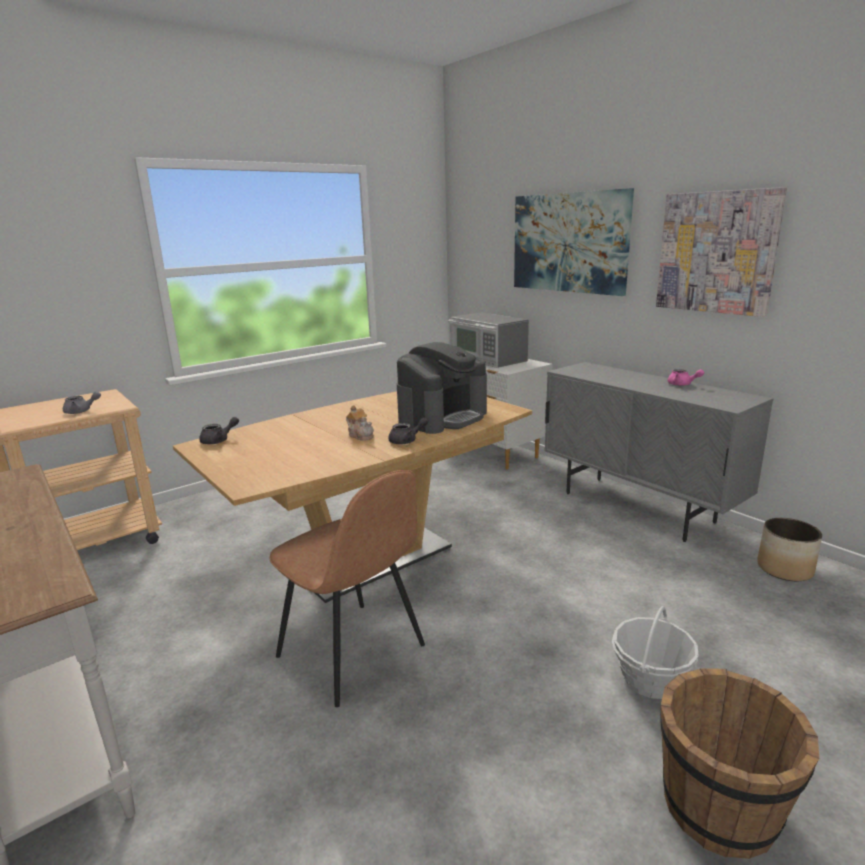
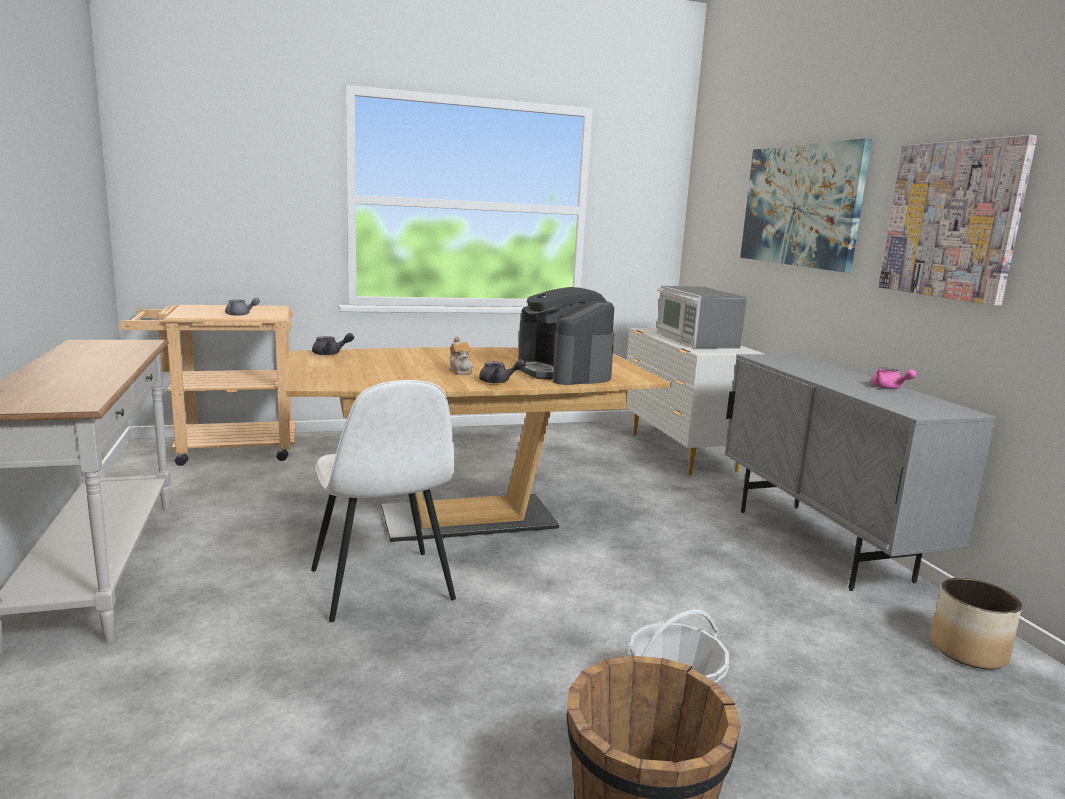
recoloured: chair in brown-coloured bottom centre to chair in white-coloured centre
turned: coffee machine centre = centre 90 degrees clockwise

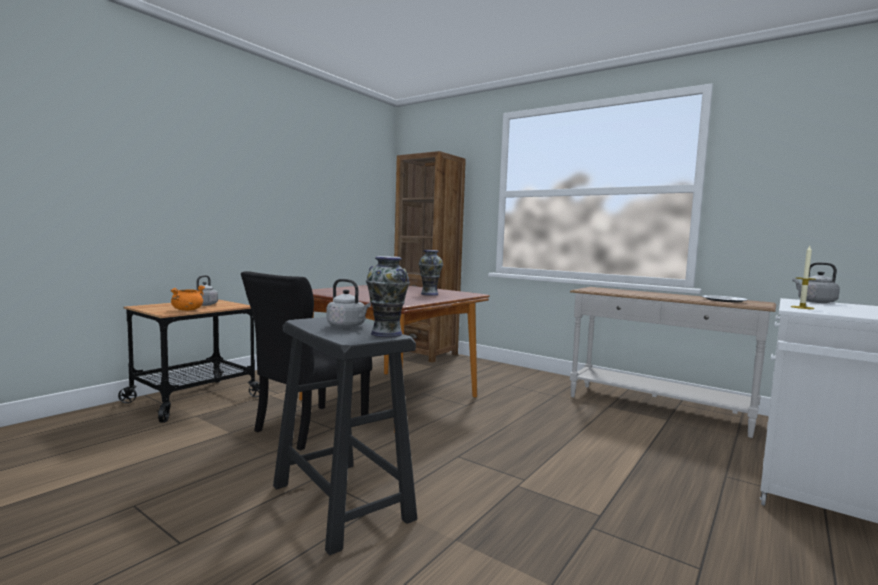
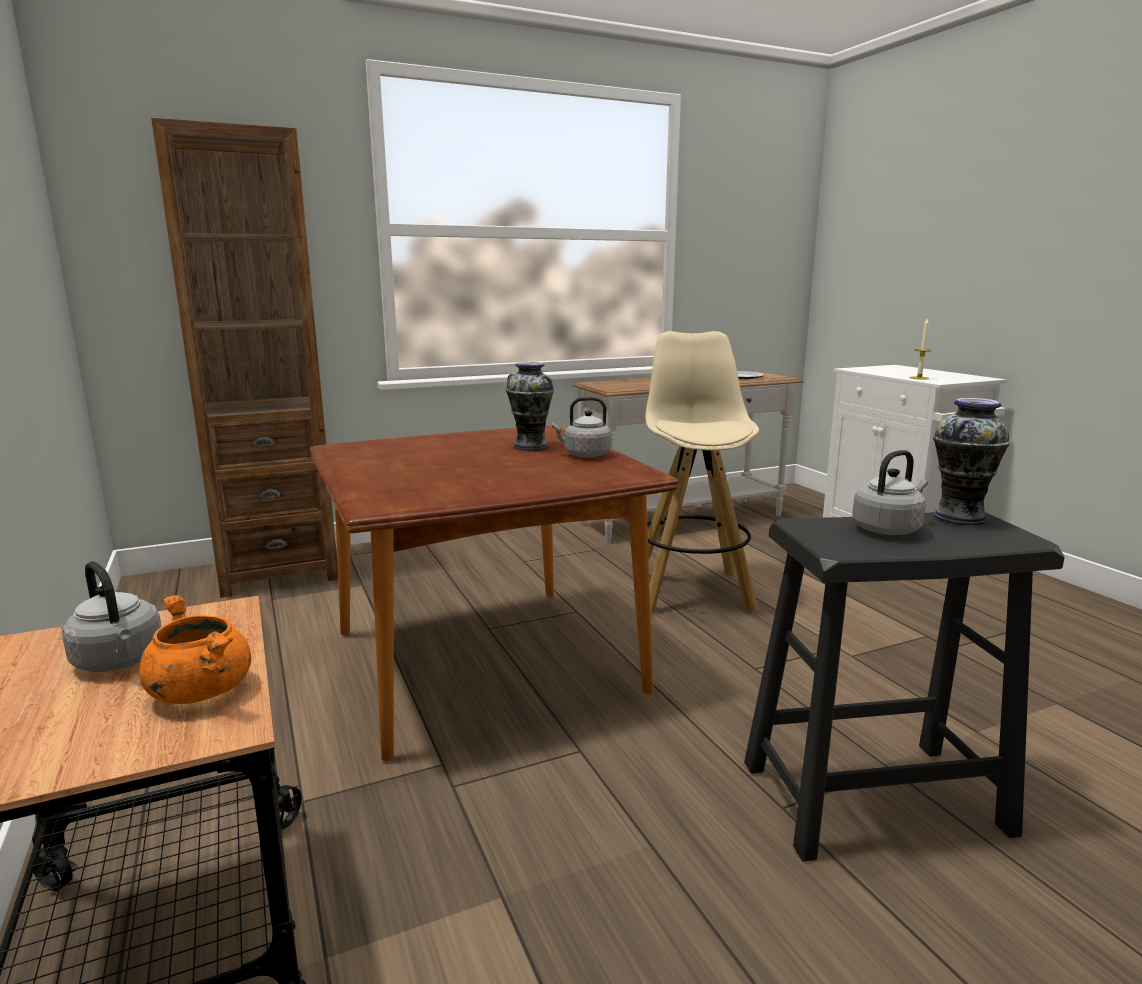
removed: chair in blackish centre
added: stool in sand-coloured centre
moved: water kettle in greyish (3rd from left in the first image) middle right to water kettle in greyish (2nd from left) centre

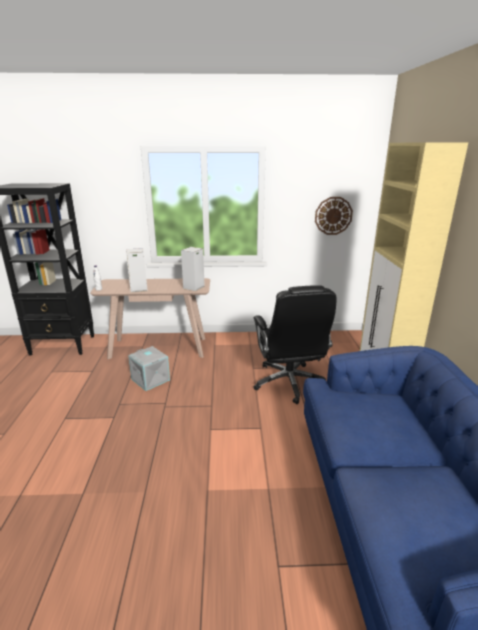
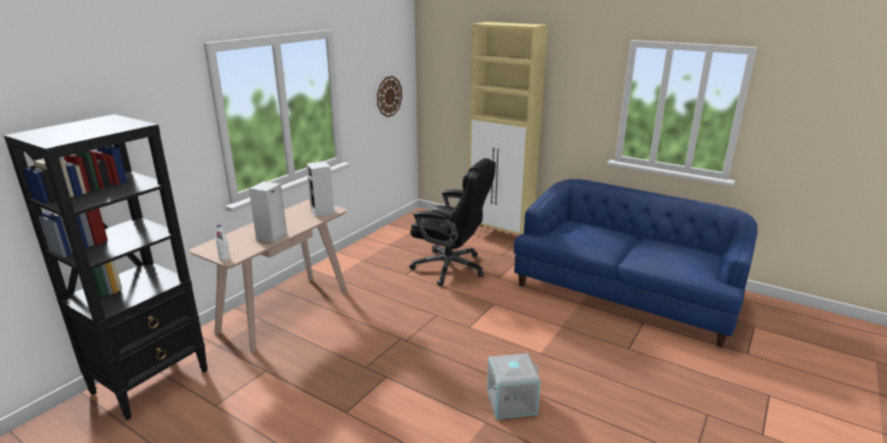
moved: storage bin in greyish middle left to bottom centre

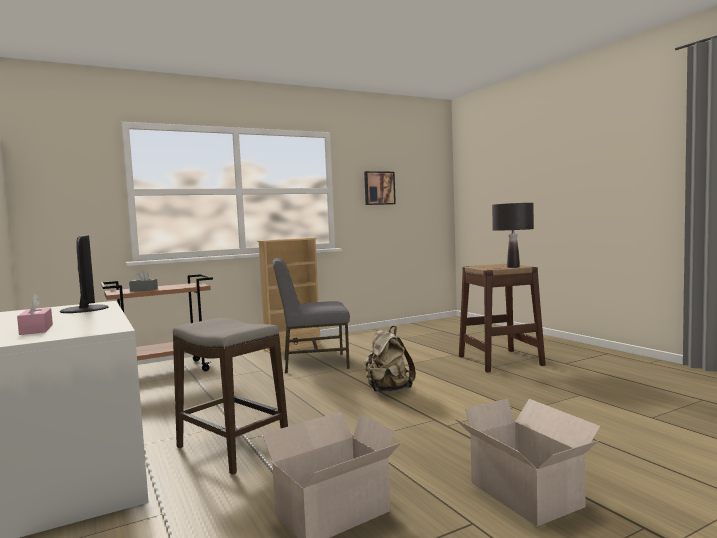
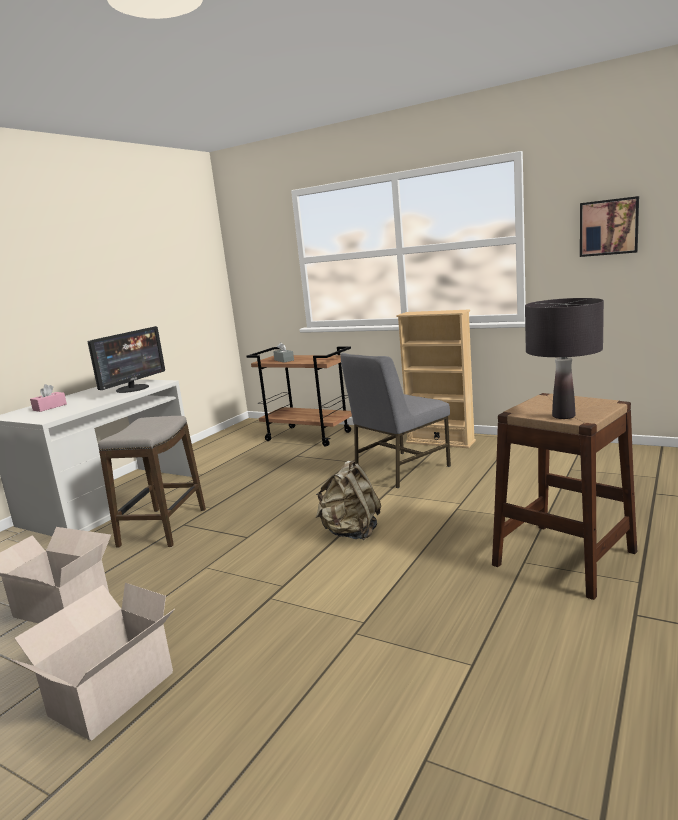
turned: chair in greyish centre = centre 90 degrees counterclockwise

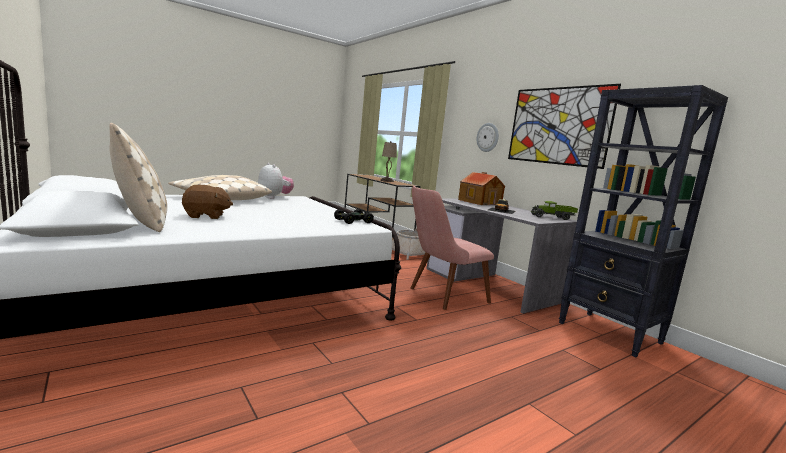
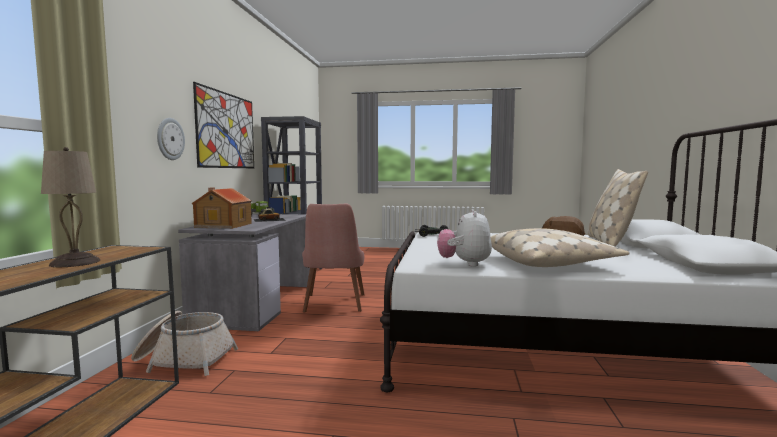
turned: chair in pink centre = centre 75 degrees clockwise

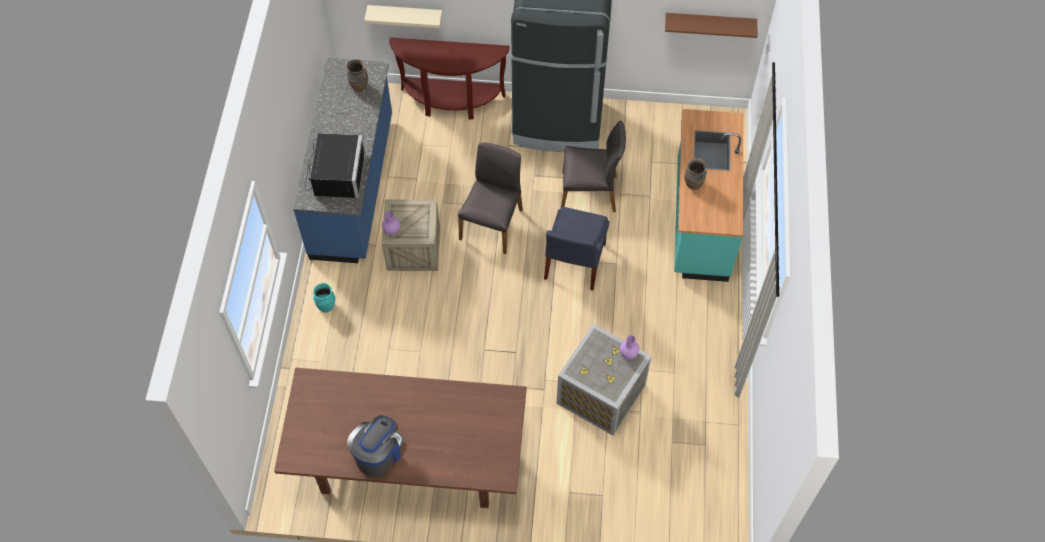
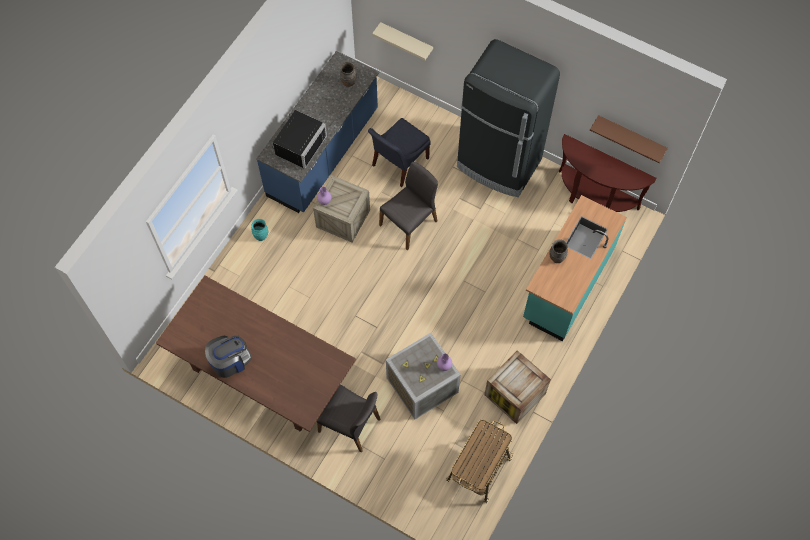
added: cart bottom centre; crate (3rd from left) bottom centre
moved: chair in greyish (2nd from left in the first image) top centre to chair in greyish (1st from left) bottom centre; chair in blue centre to top centre; console table in brown-coloured top centre to top right

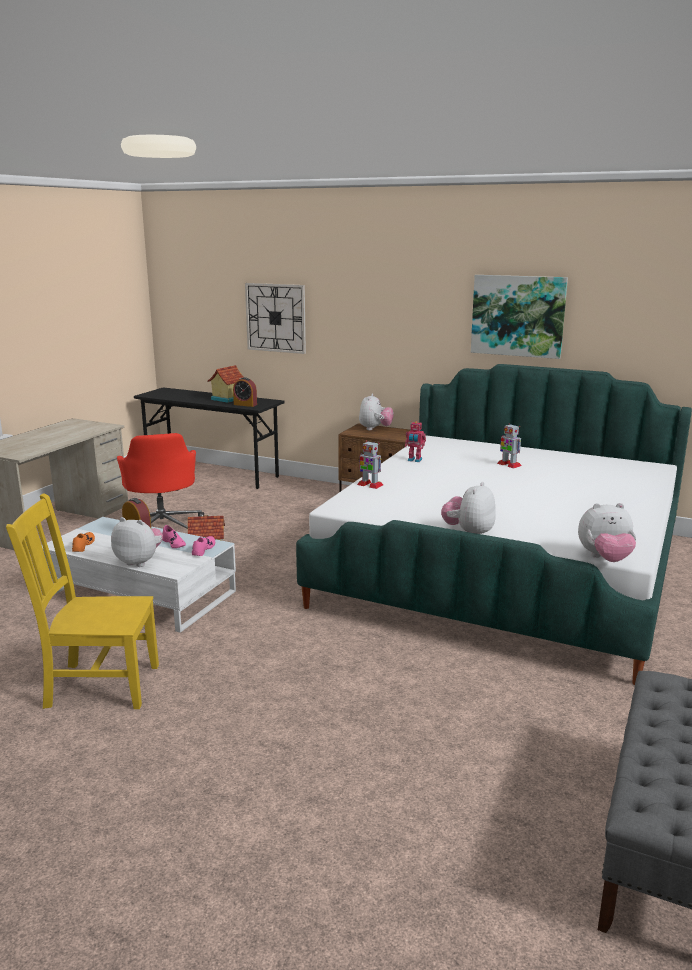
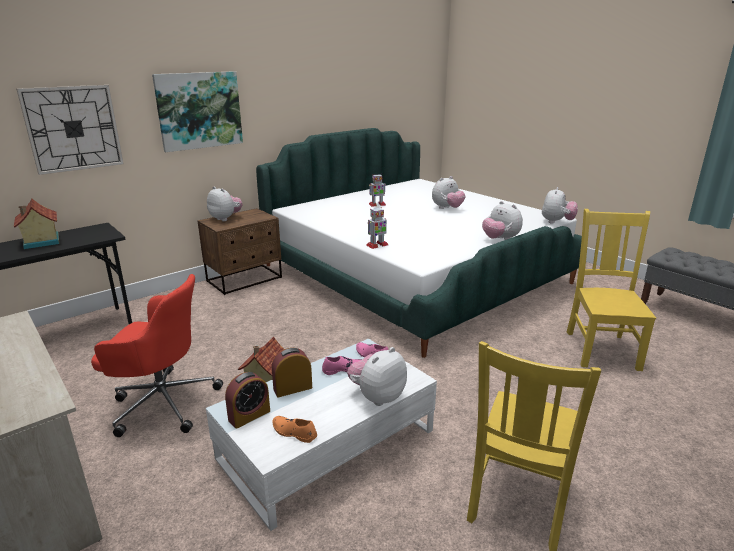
removed: model robot (2nd from left) centre
added: cuddly toy (3rd from left) centre; chair in yellowish (2nd from left) middle right
moved: wall art top right to top left; bedside clock (2nd from left in the first image) centre to bedside clock (1st from left) bottom centre

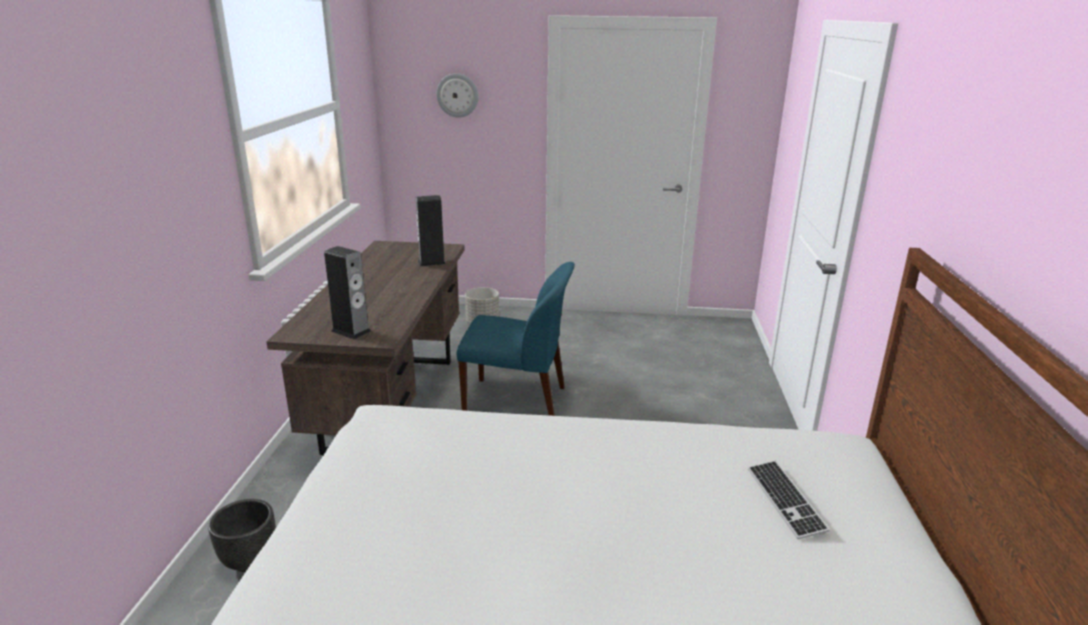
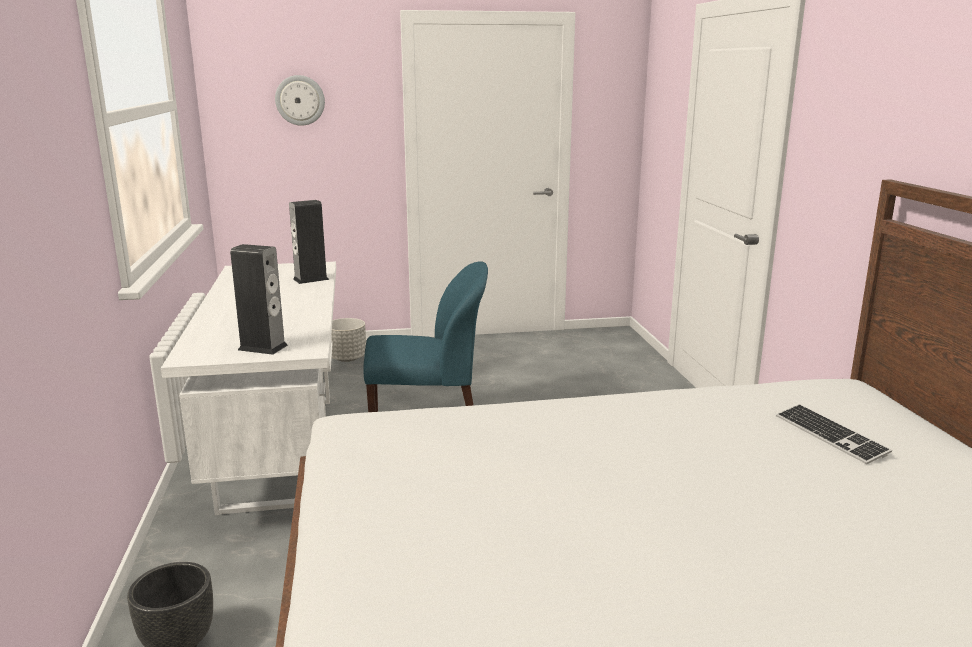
recoloured: desk unit in brown-coloured centre to desk unit in white-coloured middle left

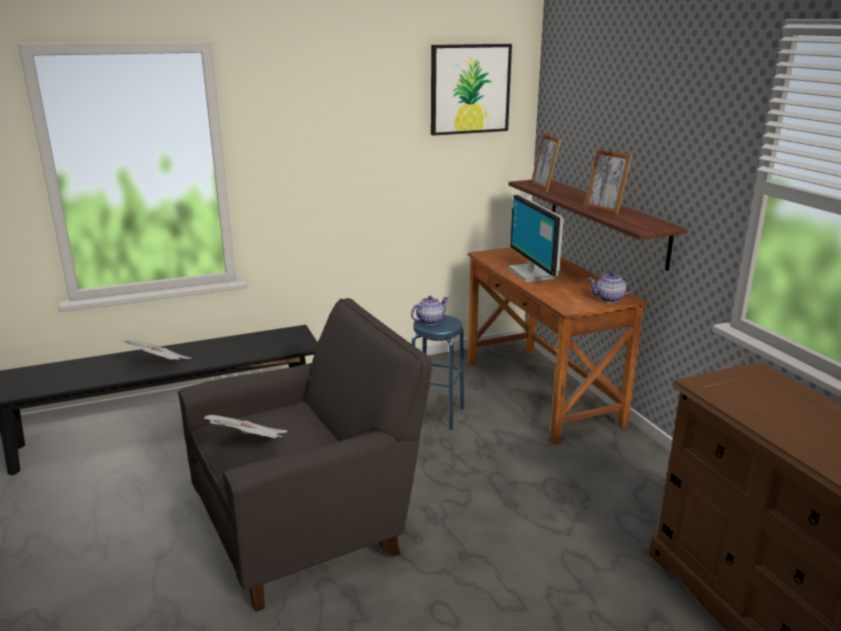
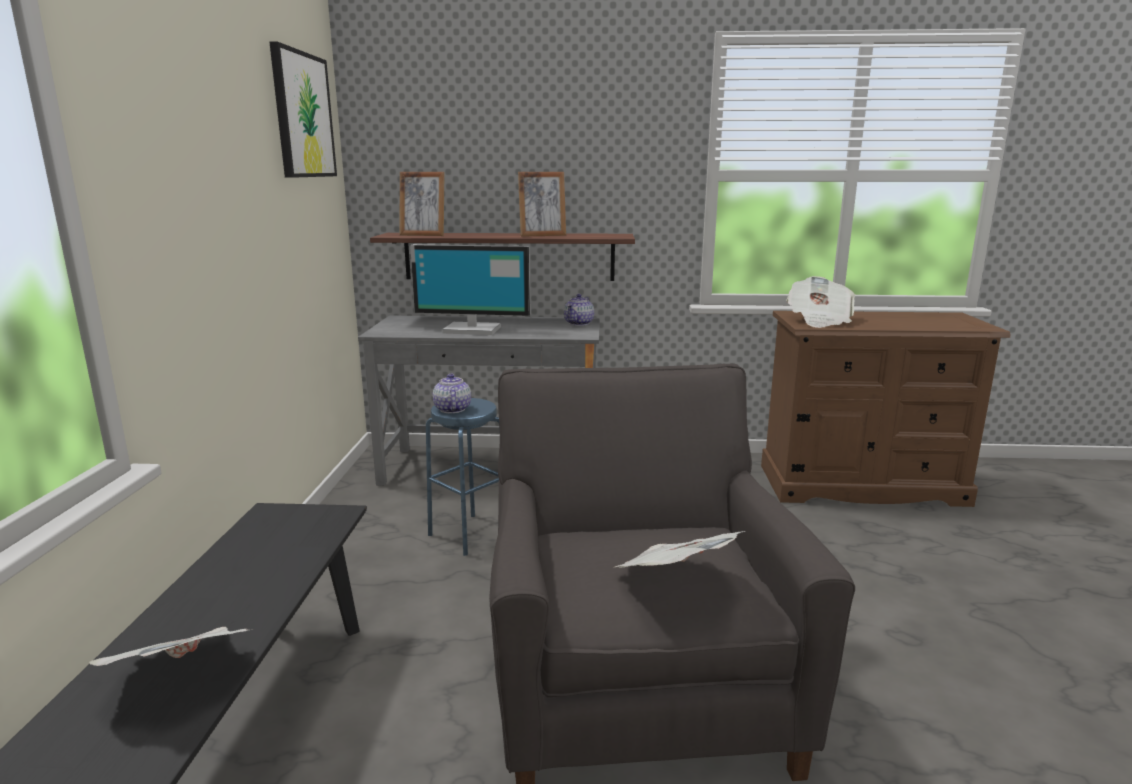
added: printed paper (3rd from left) middle right
recoloured: desk unit in brown-coloured centre to desk unit in greyish centre

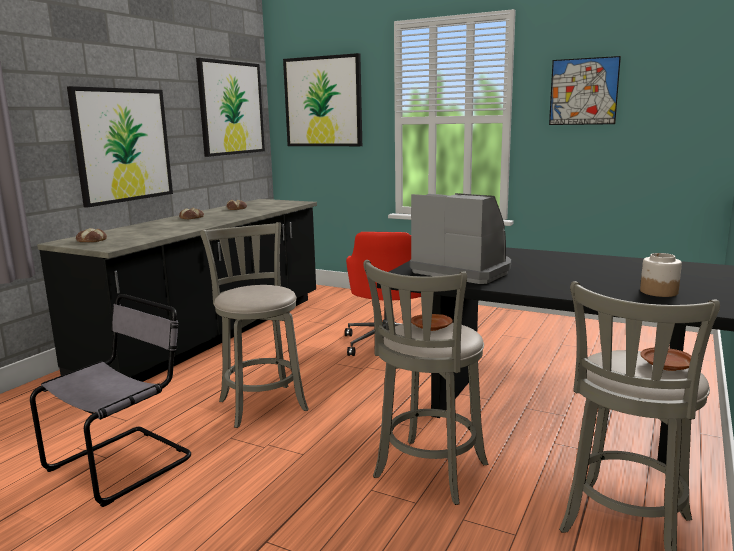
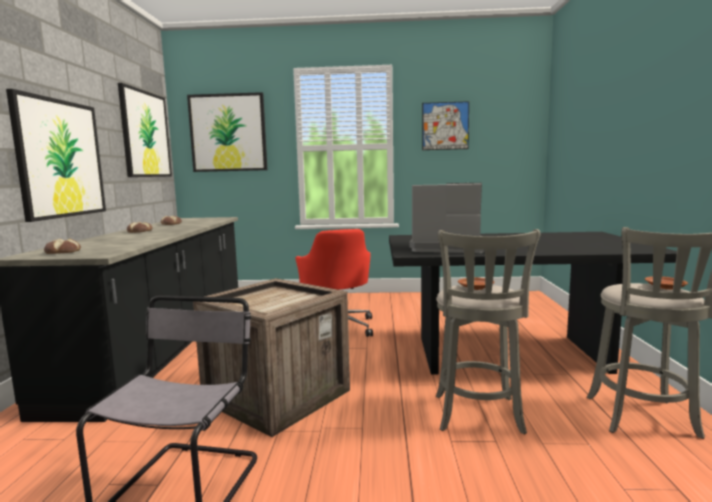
removed: jar middle right
replaced: stool in greyish (1st from left) centre to crate bottom centre

